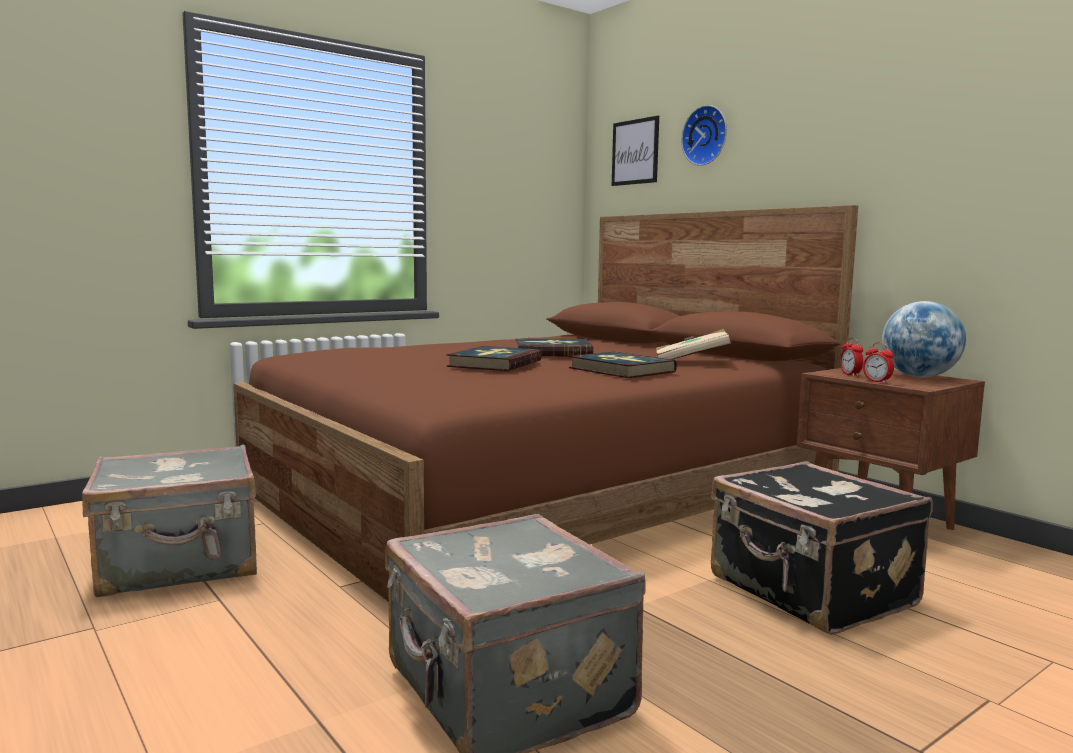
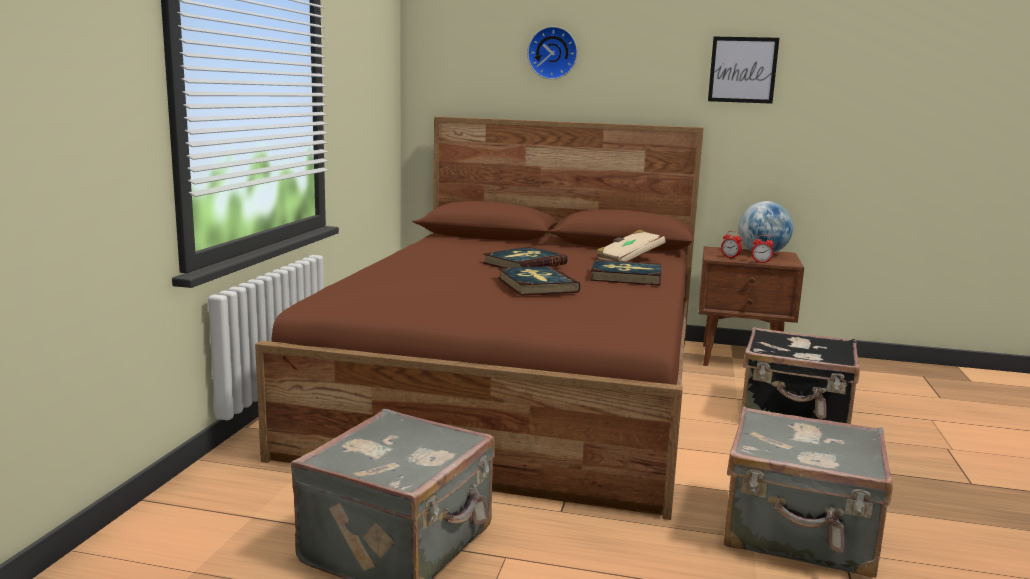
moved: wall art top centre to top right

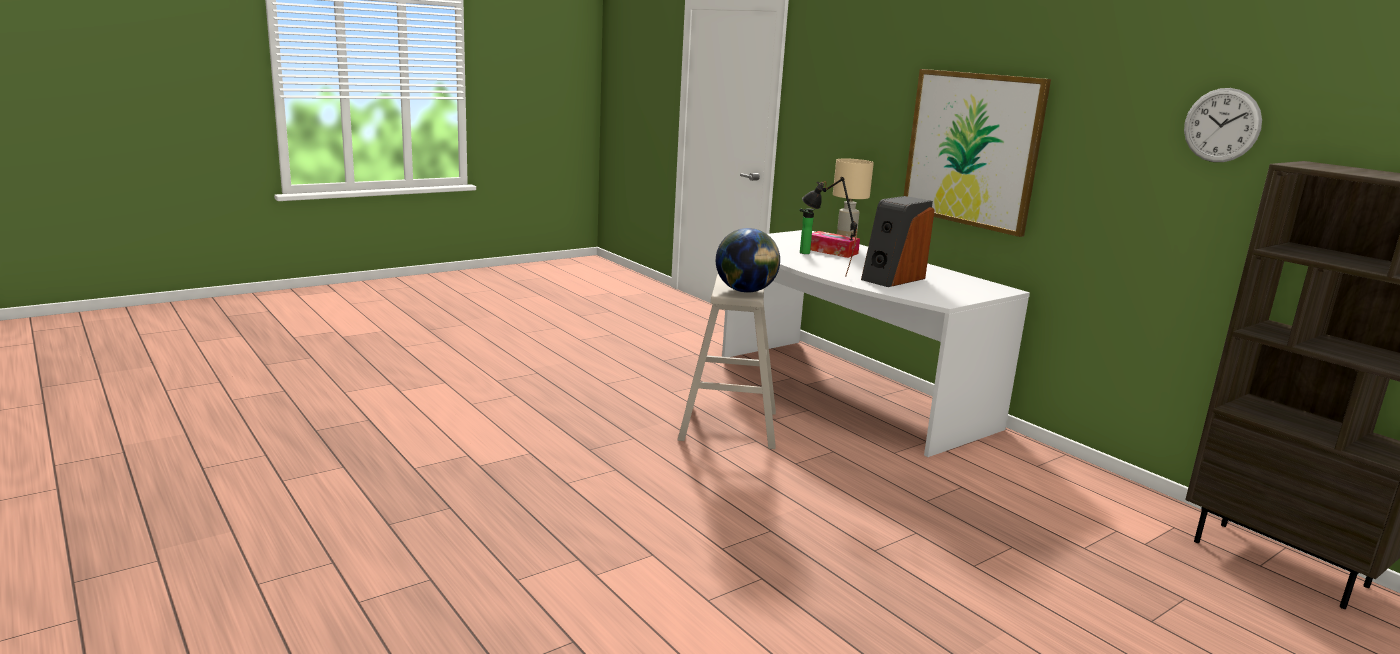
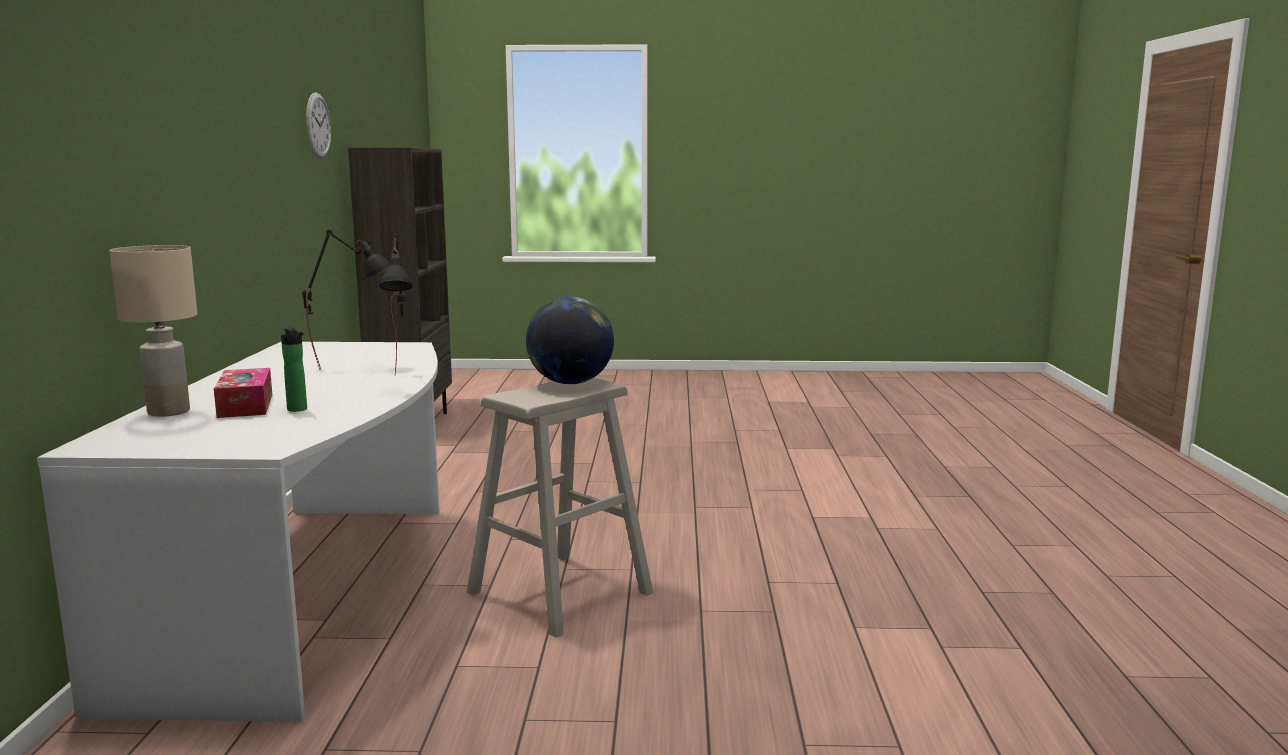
removed: wall art top right
replaced: loudspeaker centre to tabletop lamp in blackish (1st from left) middle left

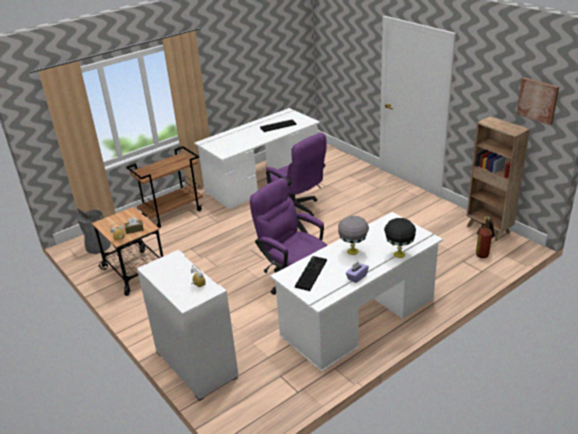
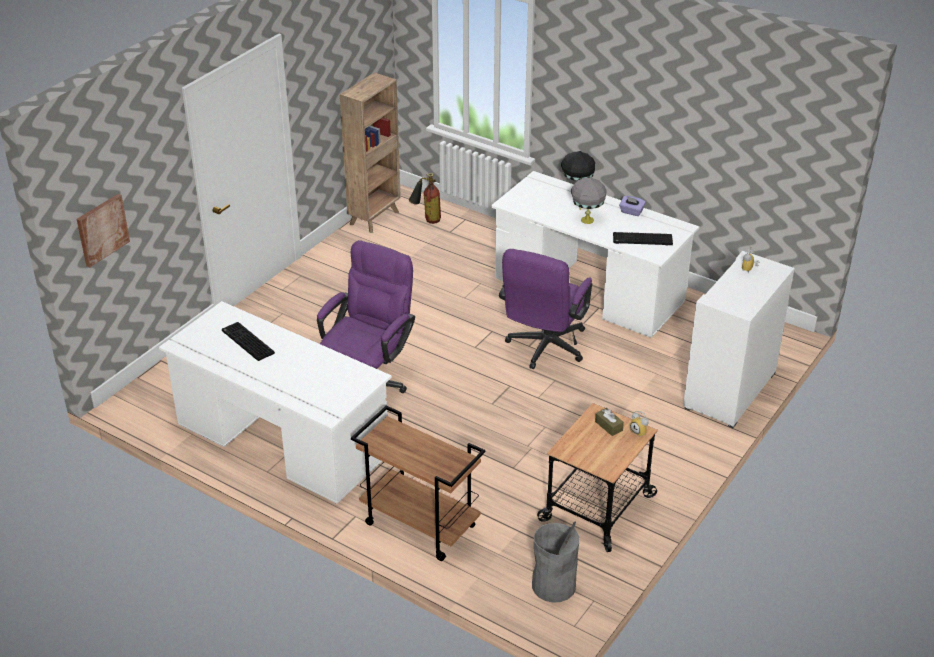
moved: wall art top right to middle left

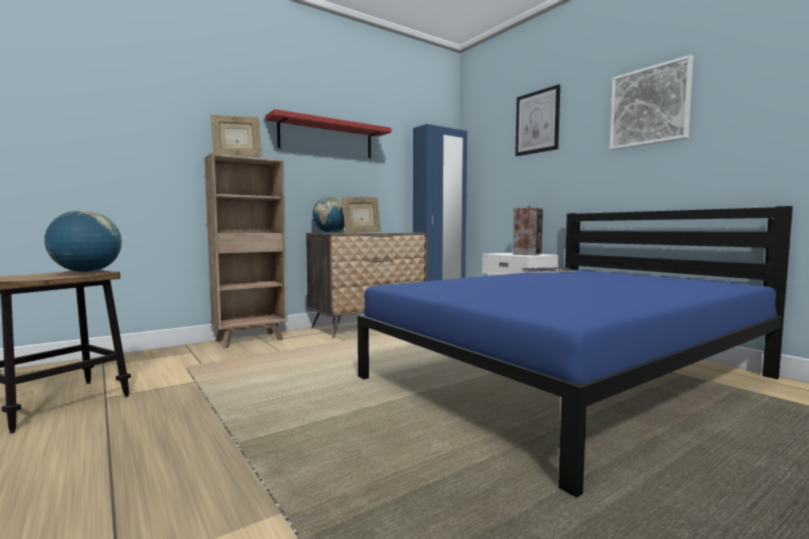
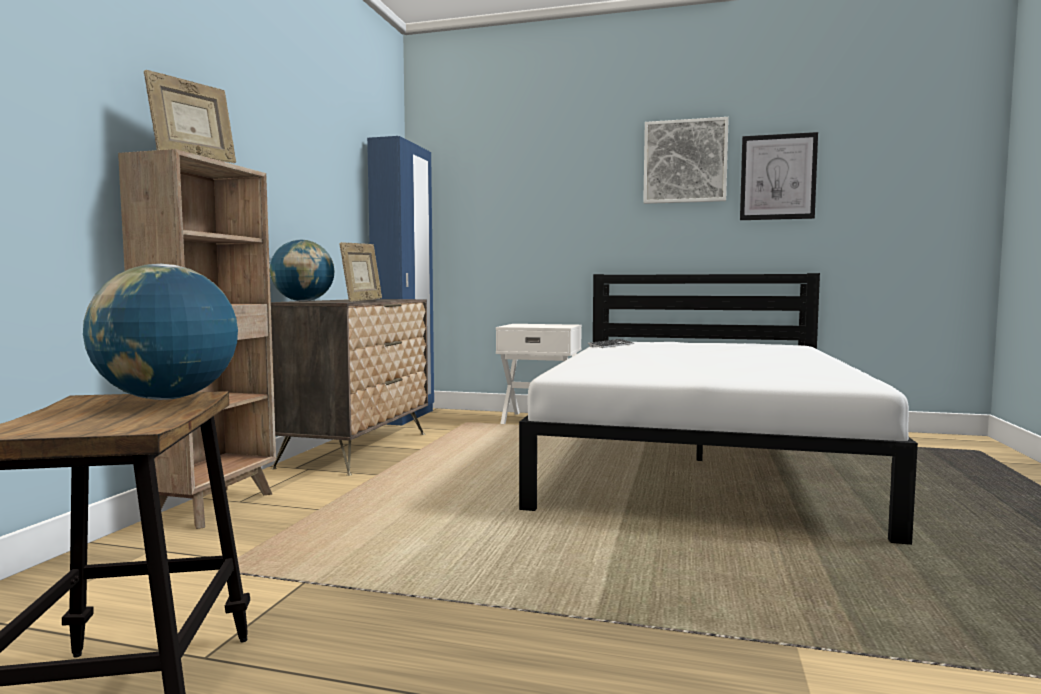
removed: bracket shelf in reddish top centre; loudspeaker centre
moved: wall art (1st from left in the first image) top centre to wall art (2nd from left) top right
recoloured: bedroom bed in blue middle right to bedroom bed in white-coloured middle right

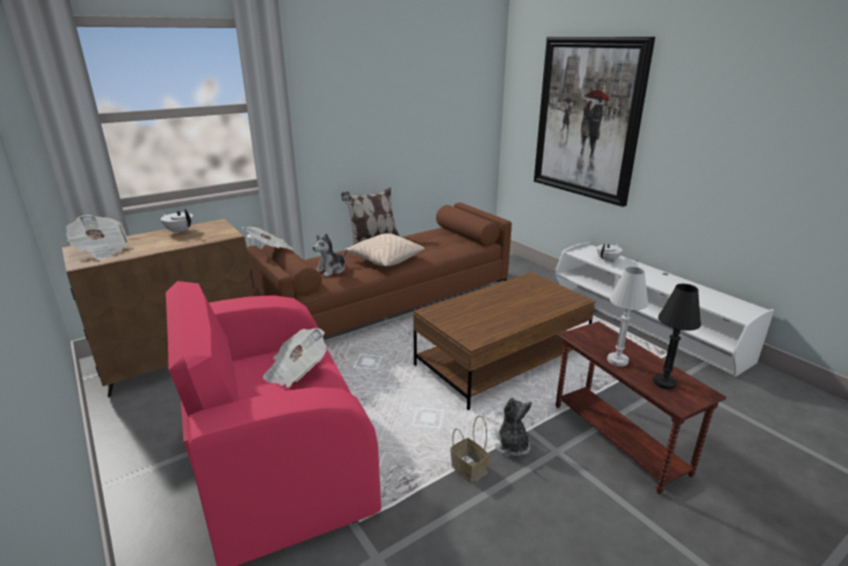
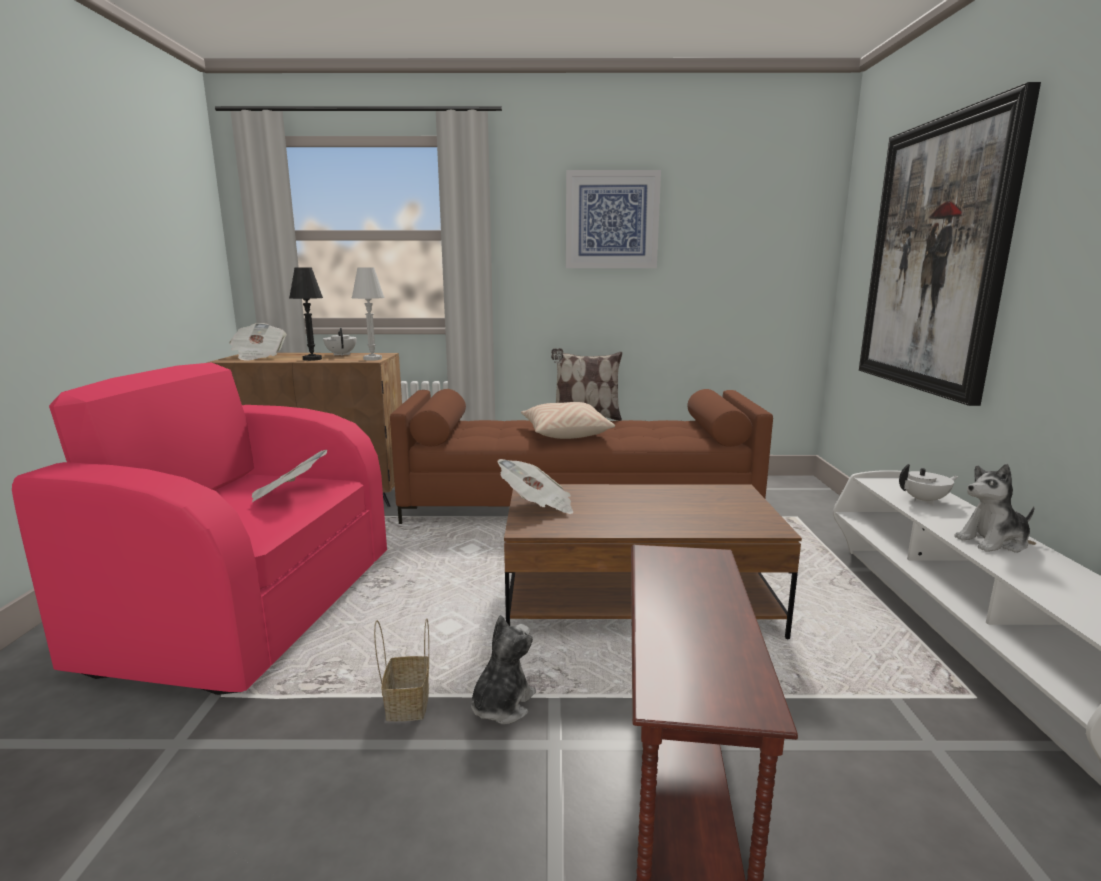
added: wall art (1st from left) top centre
moved: tabletop lamp in blackish middle right to middle left; tabletop lamp in white-coloured middle right to centre; printed paper (2nd from left in the first image) middle left to printed paper (3rd from left) centre; cuddly toy (1st from left in the first image) centre to cuddly toy (2nd from left) middle right

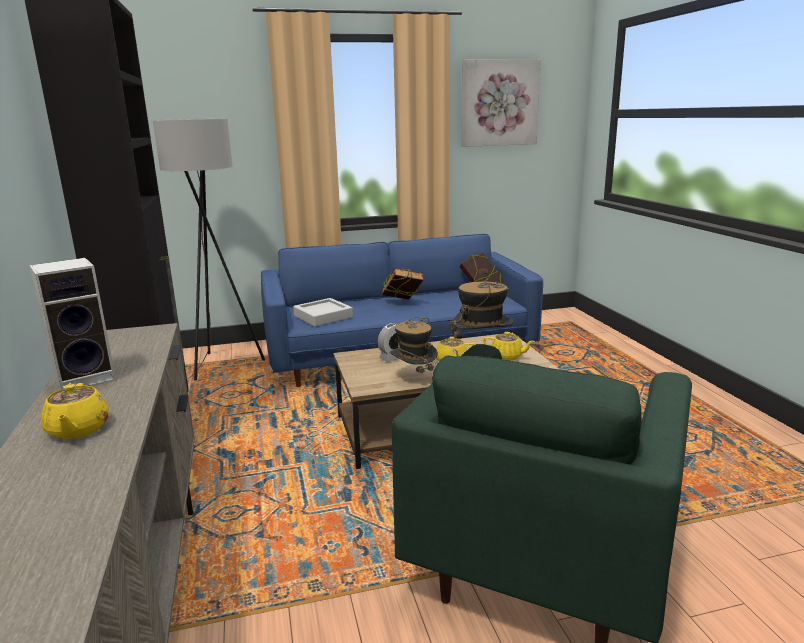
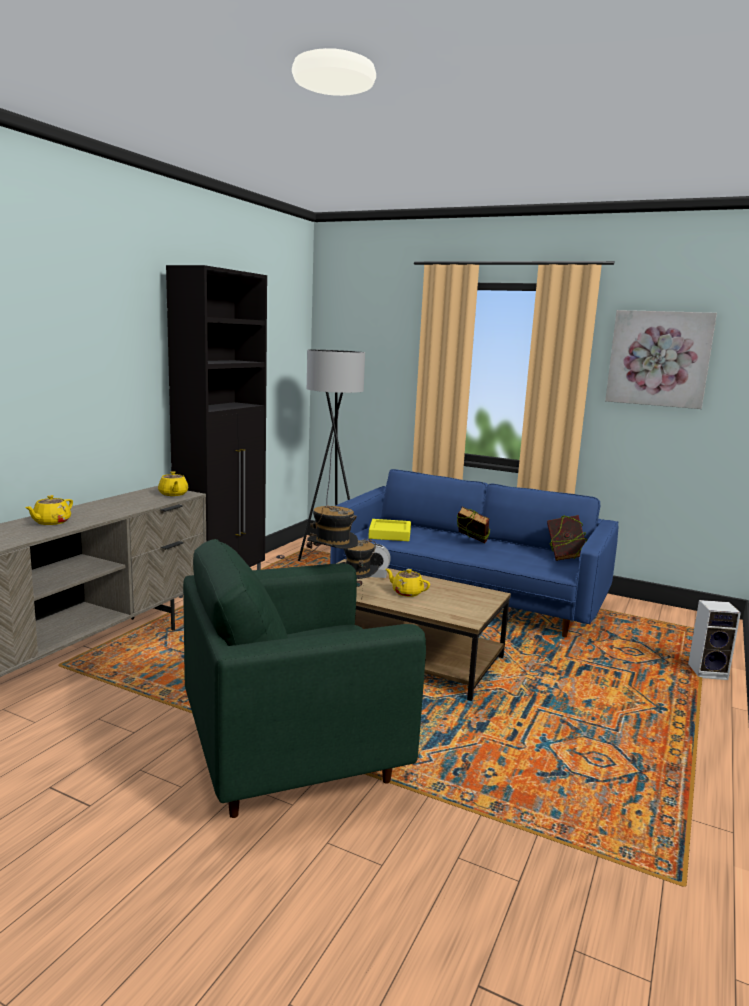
moved: teapot in yellowish (3rd from left in the first image) centre to teapot in yellowish (2nd from left) middle left; loudspeaker middle left to middle right
recoloured: tray in greyish centre to tray in yellowish centre

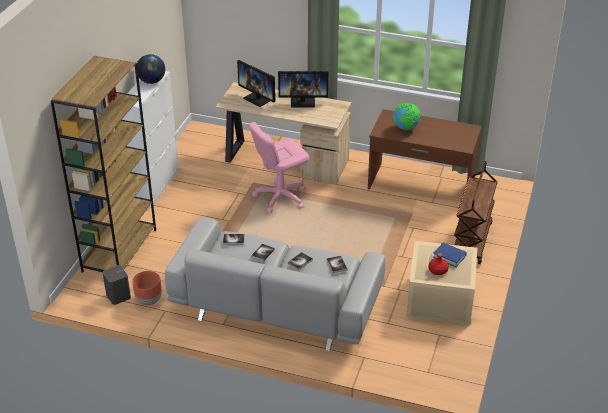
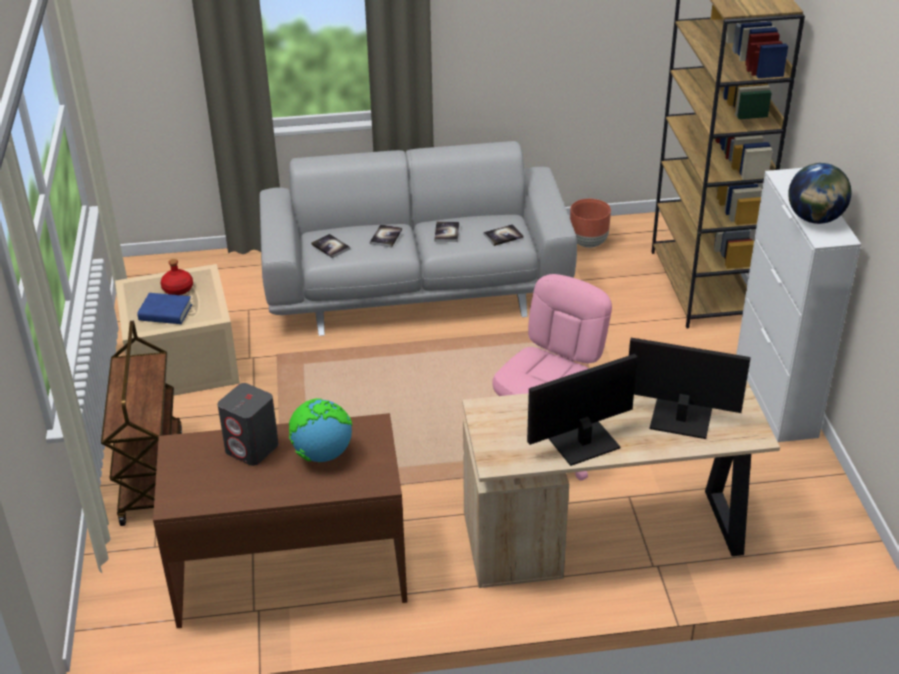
moved: loudspeaker in greyish bottom left to middle left

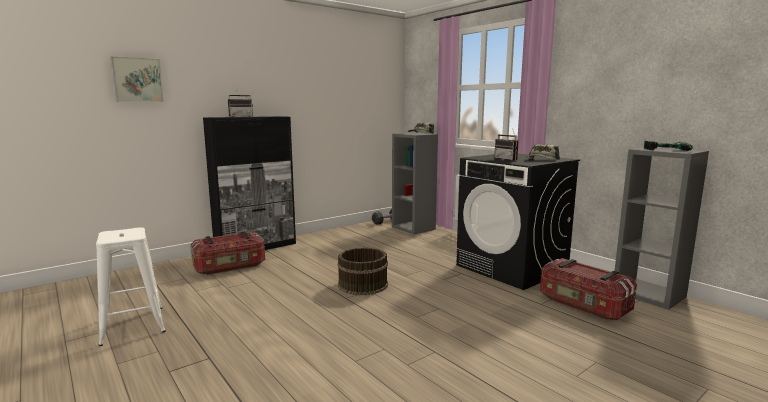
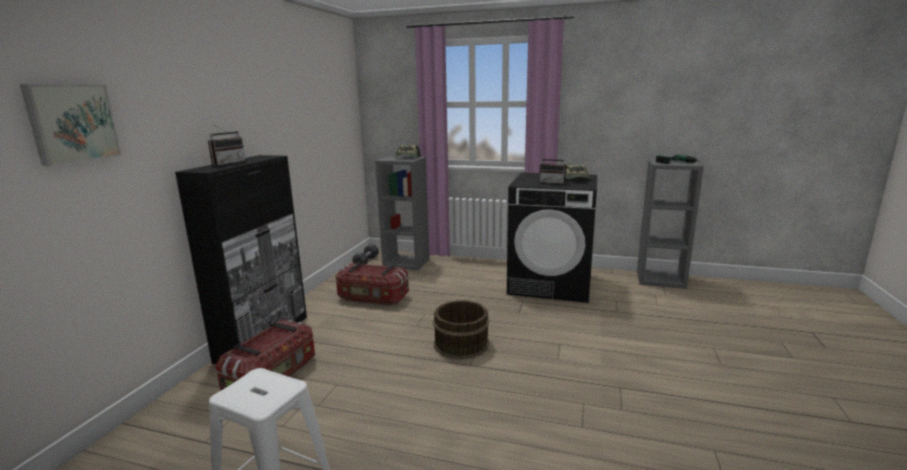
moved: storage bin (2nd from left) bottom right to centre

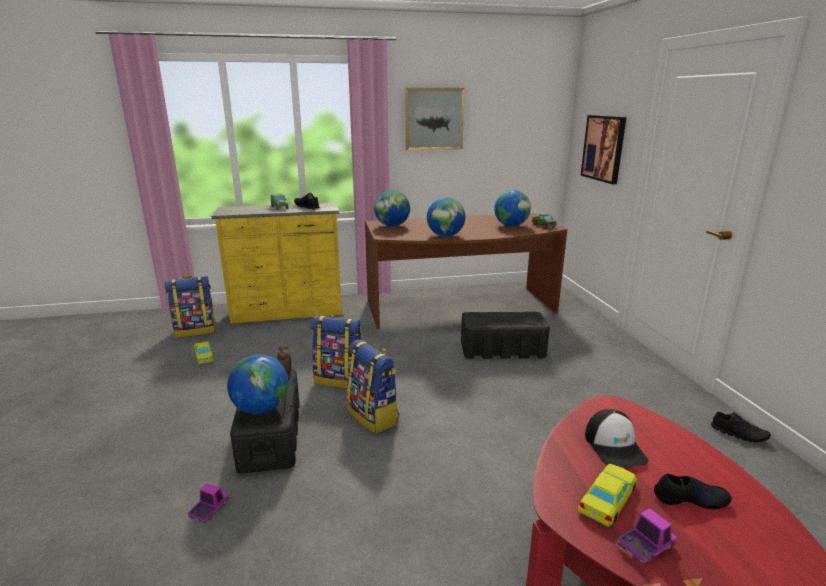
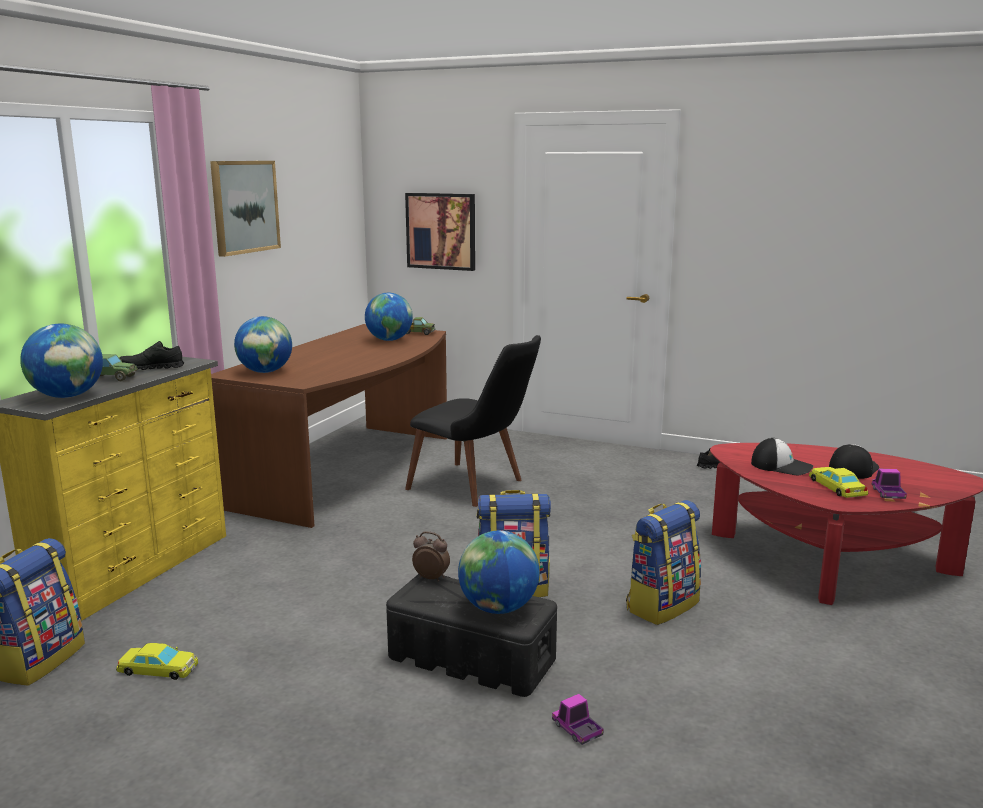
moved: globe (3rd from left in the first image) centre to globe (1st from left) middle left; backpack (2nd from left in the first image) centre to backpack (3rd from left) bottom right
replaced: storage bin in blackish (2nd from left) centre to chair in blackish centre; item of footwear in blackish (2nd from left) bottom right to cap (2nd from left) middle right

